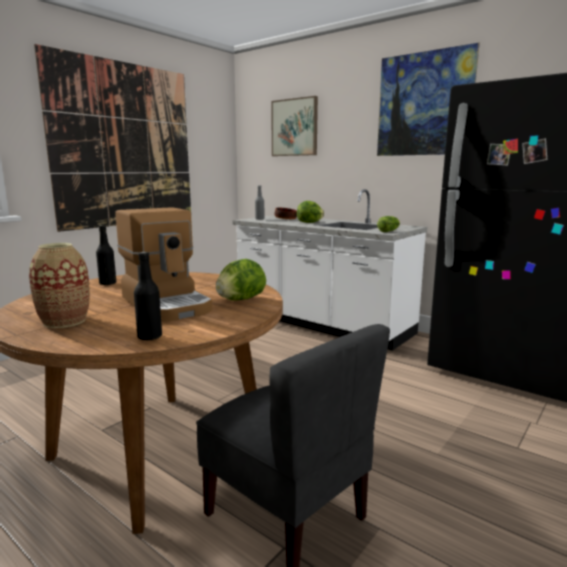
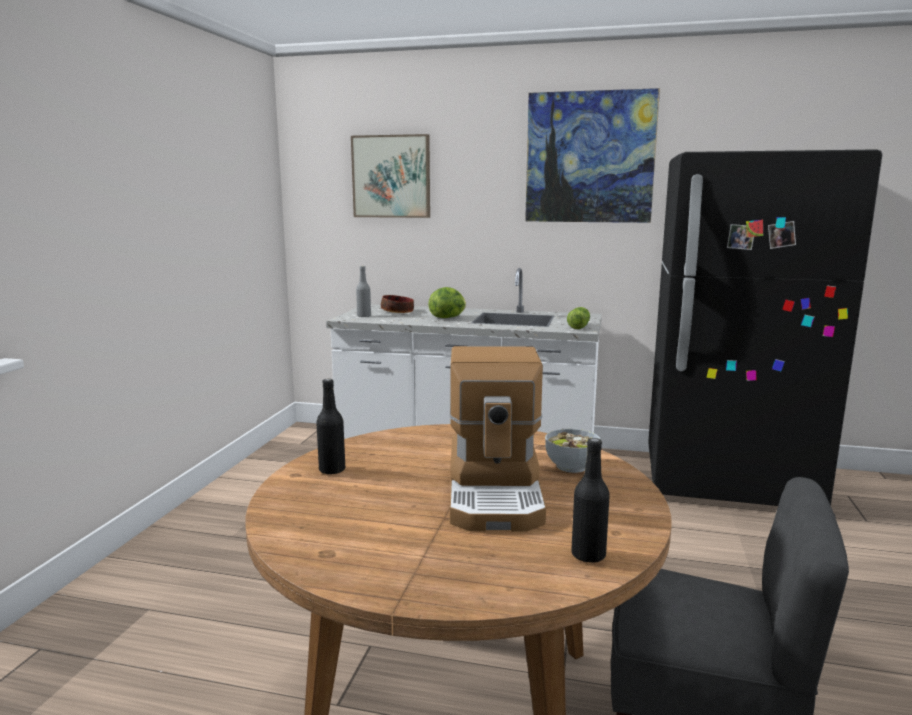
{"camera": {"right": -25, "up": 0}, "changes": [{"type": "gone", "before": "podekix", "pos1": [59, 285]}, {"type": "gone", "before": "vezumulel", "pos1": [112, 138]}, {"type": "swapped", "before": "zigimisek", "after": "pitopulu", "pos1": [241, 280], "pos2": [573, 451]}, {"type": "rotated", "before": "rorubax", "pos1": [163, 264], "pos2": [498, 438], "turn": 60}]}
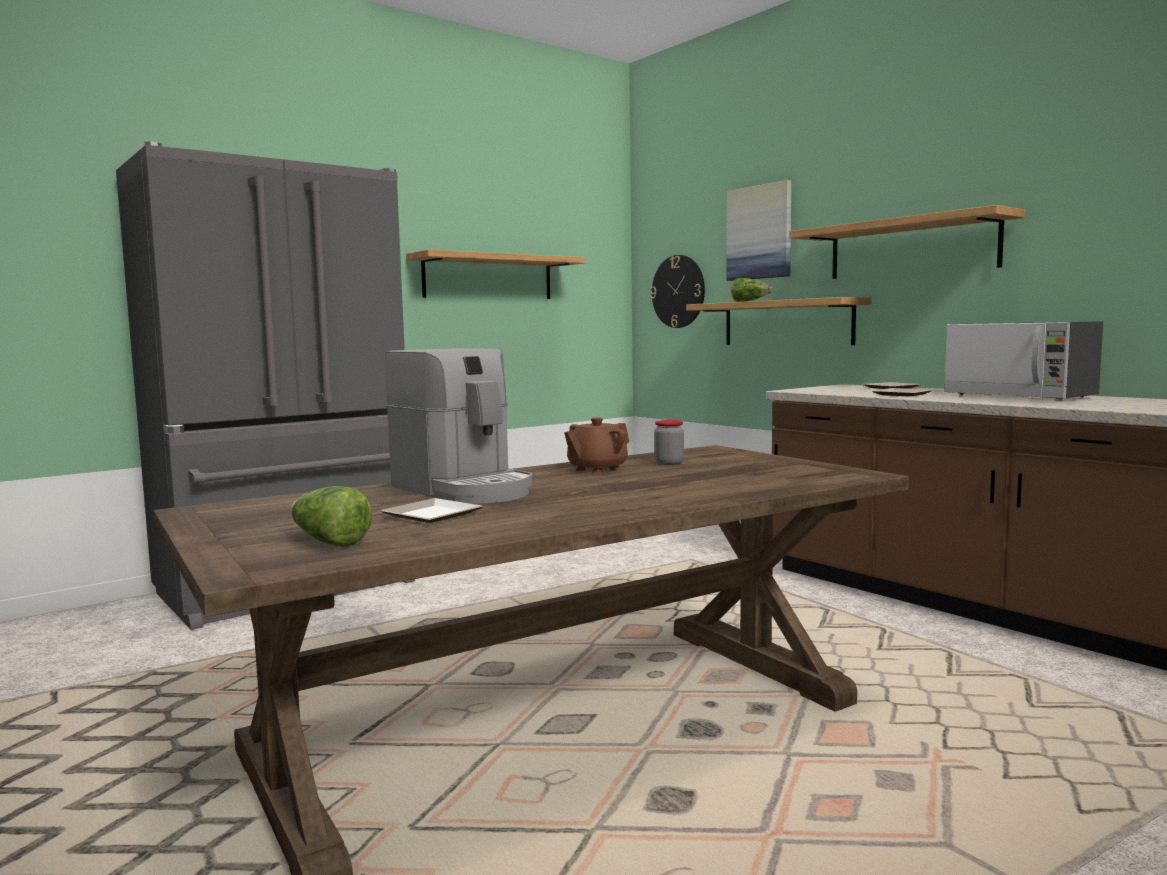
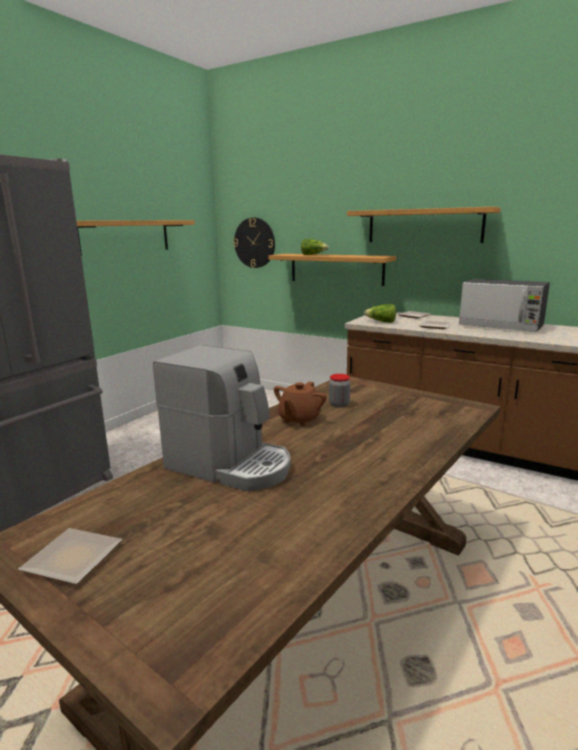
{"camera": {"right": -20, "up": 10}, "changes": [{"type": "gone", "before": "vezumulel", "pos1": [759, 230]}, {"type": "shifted", "before": "zigimisek", "pos1": [331, 516], "pos2": [380, 313]}, {"type": "shifted", "before": "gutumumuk", "pos1": [432, 510], "pos2": [70, 556]}]}
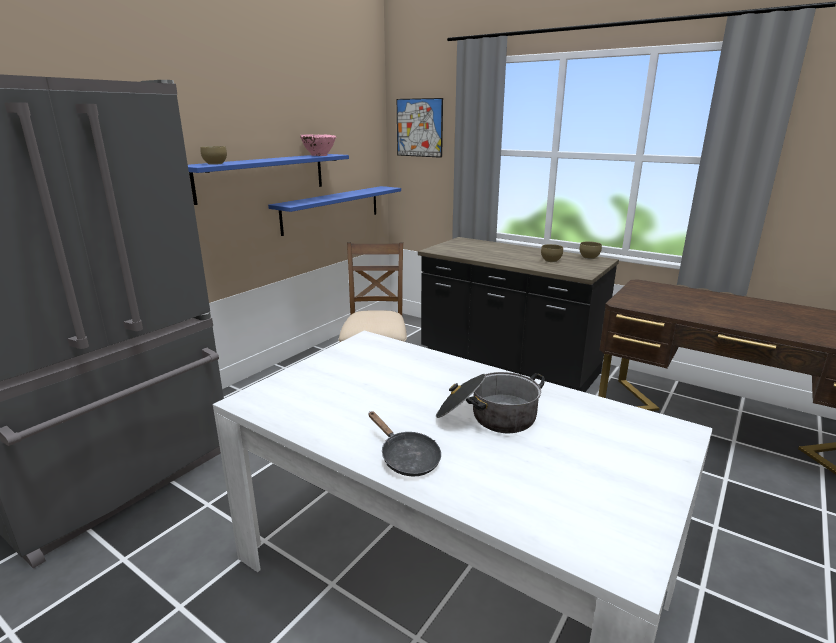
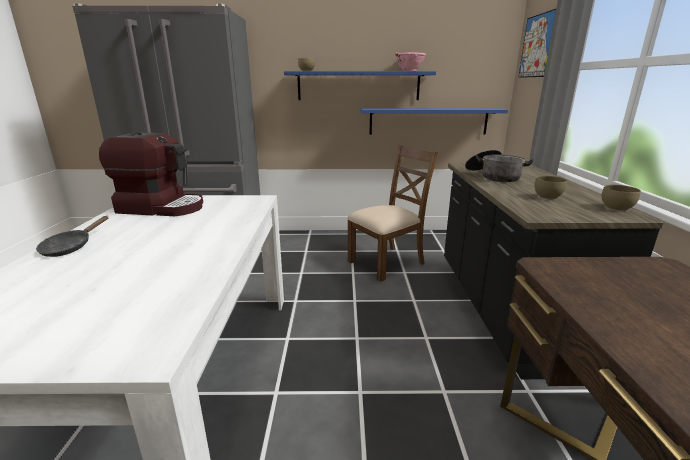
{"camera": {"right": 55, "up": 0}, "changes": [{"type": "new", "after": "rorubax", "pos2": [151, 174]}, {"type": "shifted", "before": "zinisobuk", "pos1": [490, 402], "pos2": [499, 166]}]}
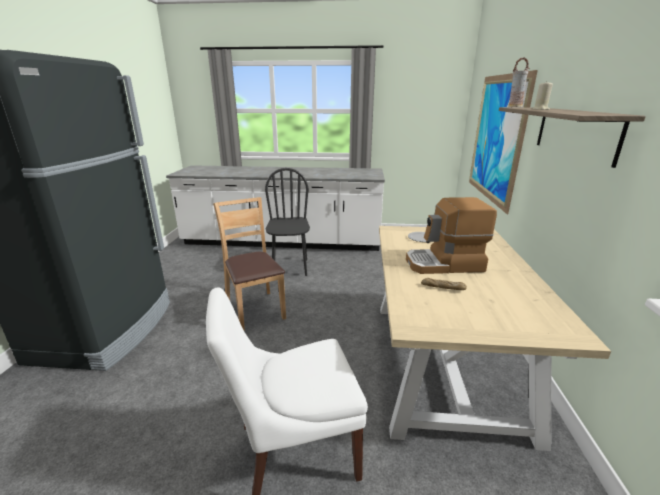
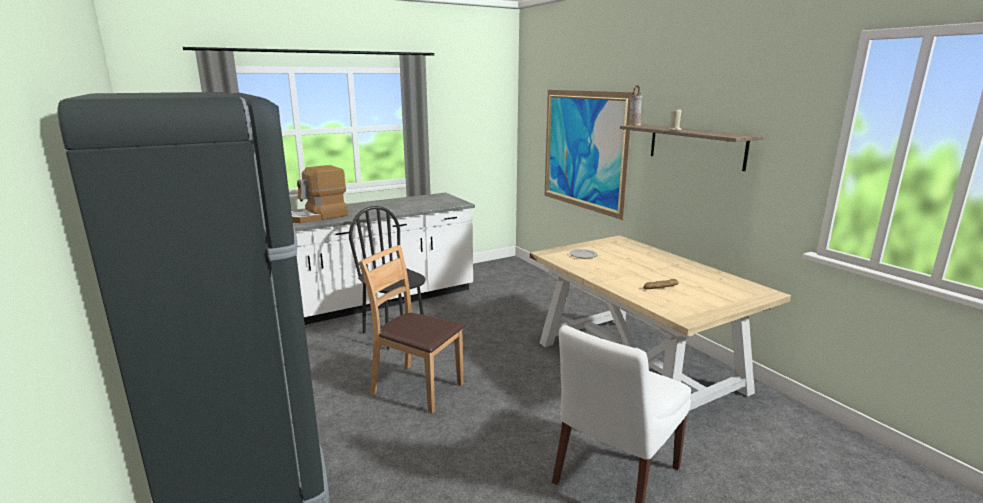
{"camera": {"right": -35, "up": -5}, "changes": [{"type": "shifted", "before": "rorubax", "pos1": [451, 235], "pos2": [319, 194]}]}
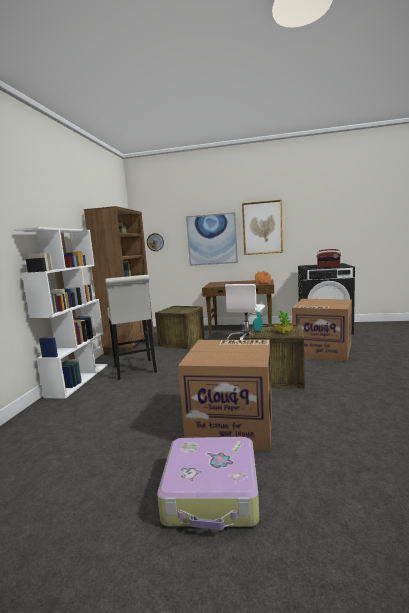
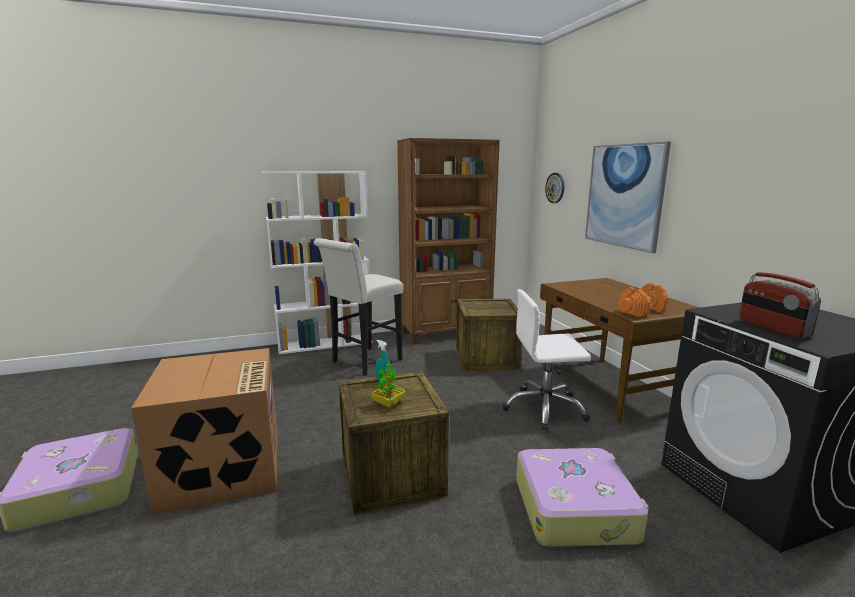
{"camera": {"right": 60, "up": 5}, "changes": [{"type": "gone", "before": "vezumulel", "pos1": [262, 227]}, {"type": "swapped", "before": "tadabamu", "after": "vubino", "pos1": [322, 330], "pos2": [582, 497]}]}
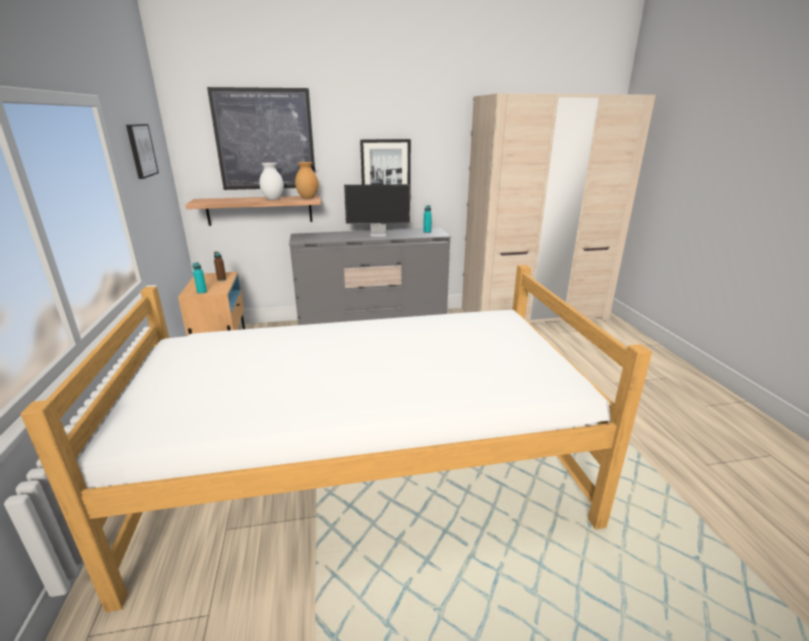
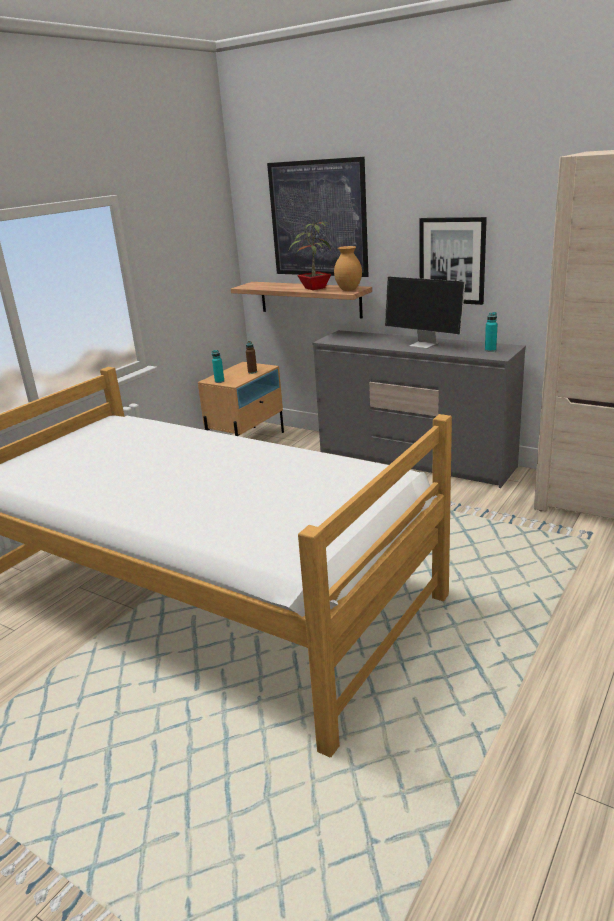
{"camera": {"right": 45, "up": 0}, "changes": [{"type": "gone", "before": "vezumulel", "pos1": [142, 151]}, {"type": "swapped", "before": "white podekix", "after": "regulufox", "pos1": [271, 181], "pos2": [310, 254]}]}
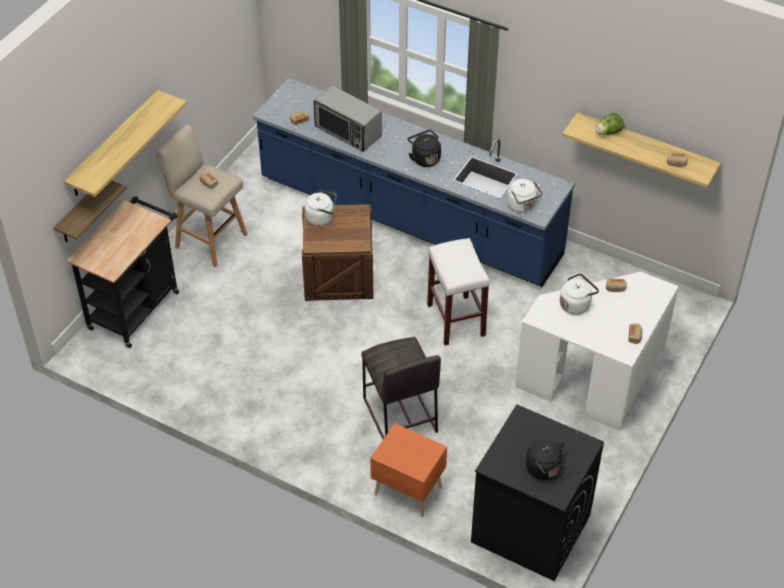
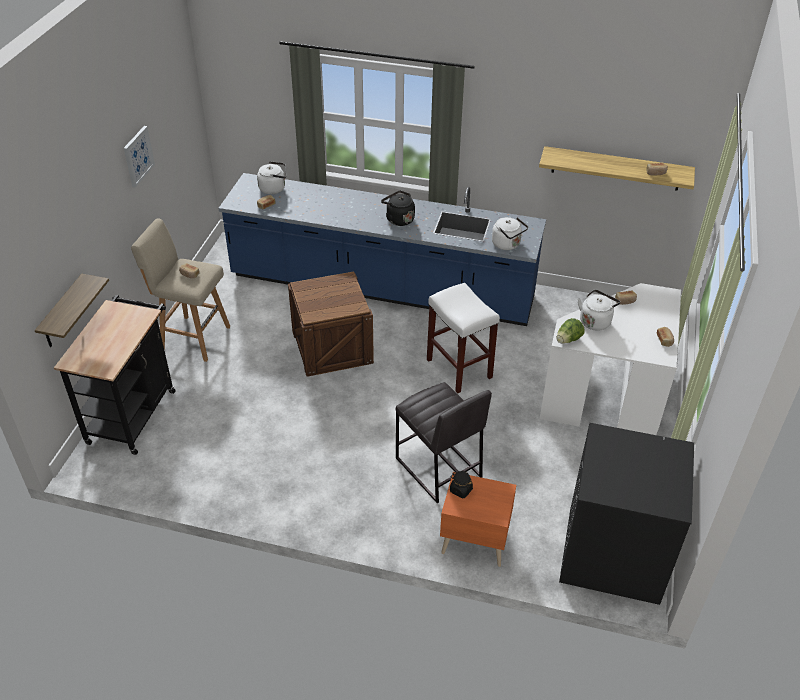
{"camera": {"right": -15, "up": -5}, "changes": [{"type": "gone", "before": "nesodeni", "pos1": [125, 143]}, {"type": "gone", "before": "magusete", "pos1": [347, 118]}, {"type": "gone", "before": "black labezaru", "pos1": [548, 459]}, {"type": "new", "after": "vezumulel", "pos2": [139, 156]}, {"type": "new", "after": "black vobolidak", "pos2": [461, 484]}, {"type": "shifted", "before": "white labezaru", "pos1": [320, 208], "pos2": [271, 177]}, {"type": "shifted", "before": "zigimisek", "pos1": [609, 124], "pos2": [570, 330]}]}
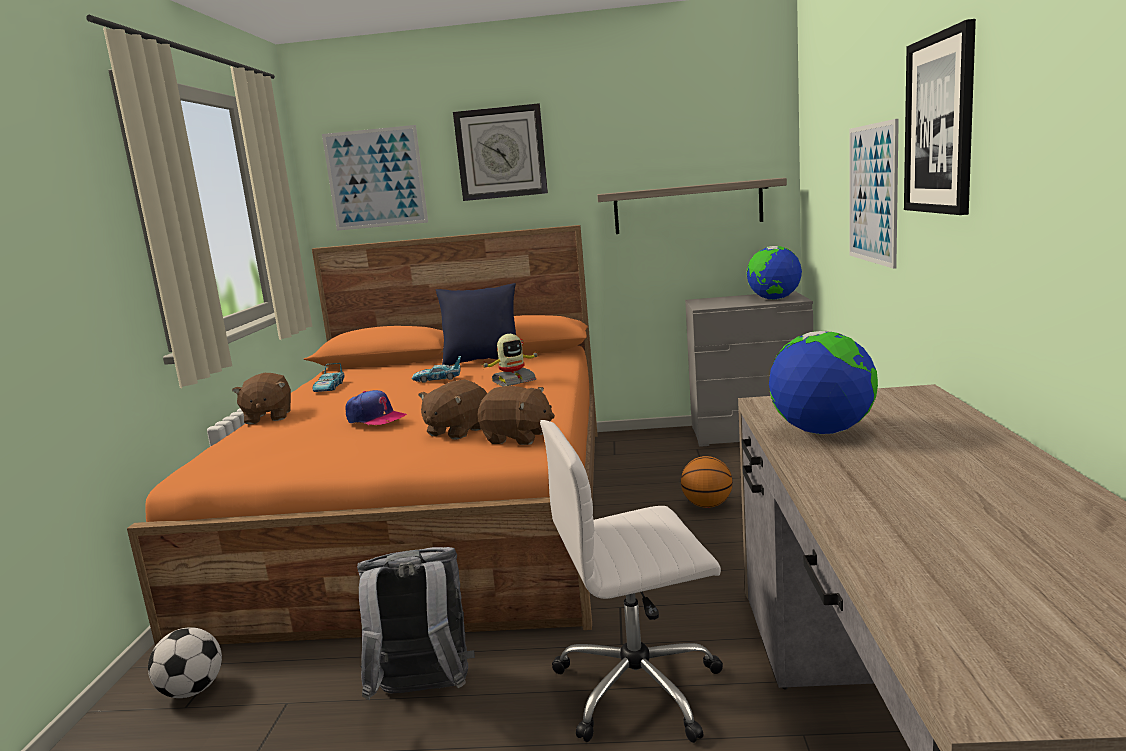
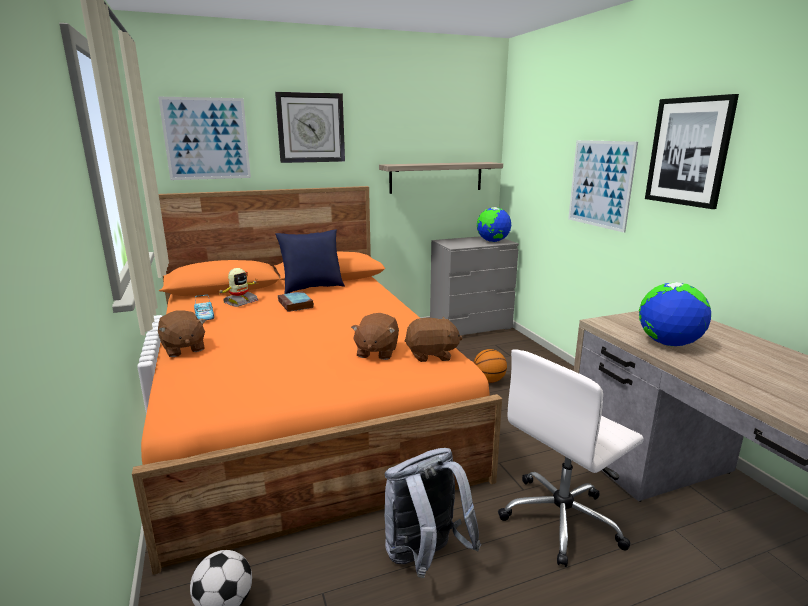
{"camera": {"right": -25, "up": 5}, "changes": [{"type": "gone", "before": "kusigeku", "pos1": [376, 407]}, {"type": "shifted", "before": "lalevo", "pos1": [509, 360], "pos2": [238, 287]}, {"type": "swapped", "before": "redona", "after": "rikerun", "pos1": [436, 369], "pos2": [296, 301]}]}
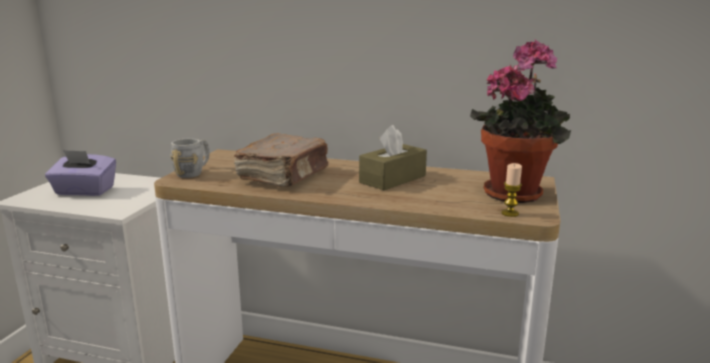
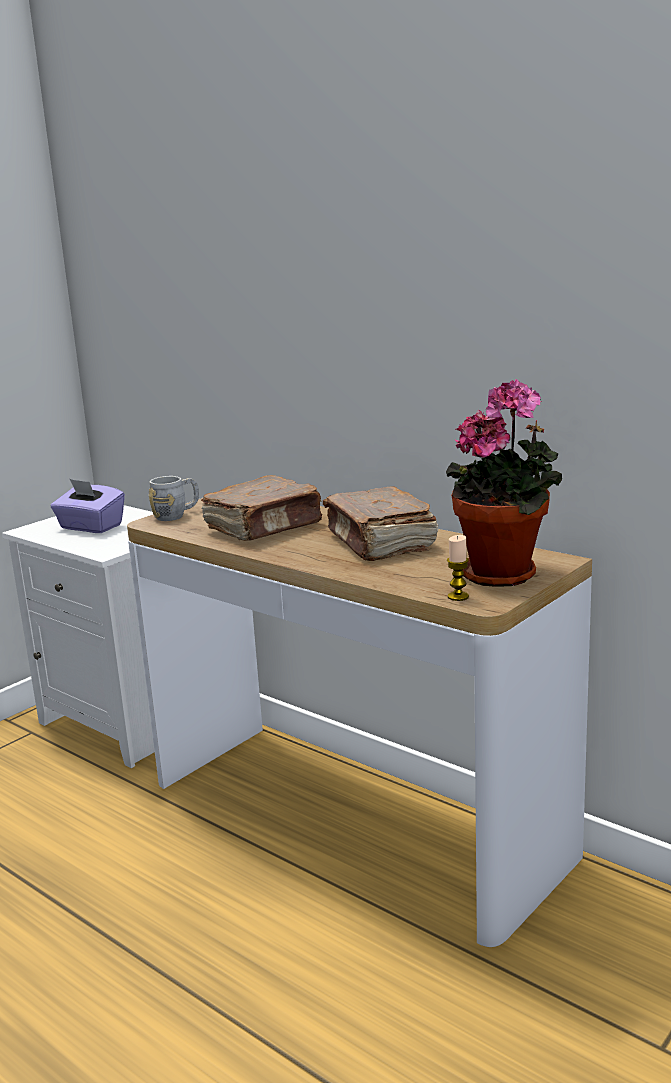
{"camera": {"right": 25, "up": 0}, "changes": [{"type": "swapped", "before": "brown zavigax", "after": "brown rikerun", "pos1": [393, 157], "pos2": [381, 523]}]}
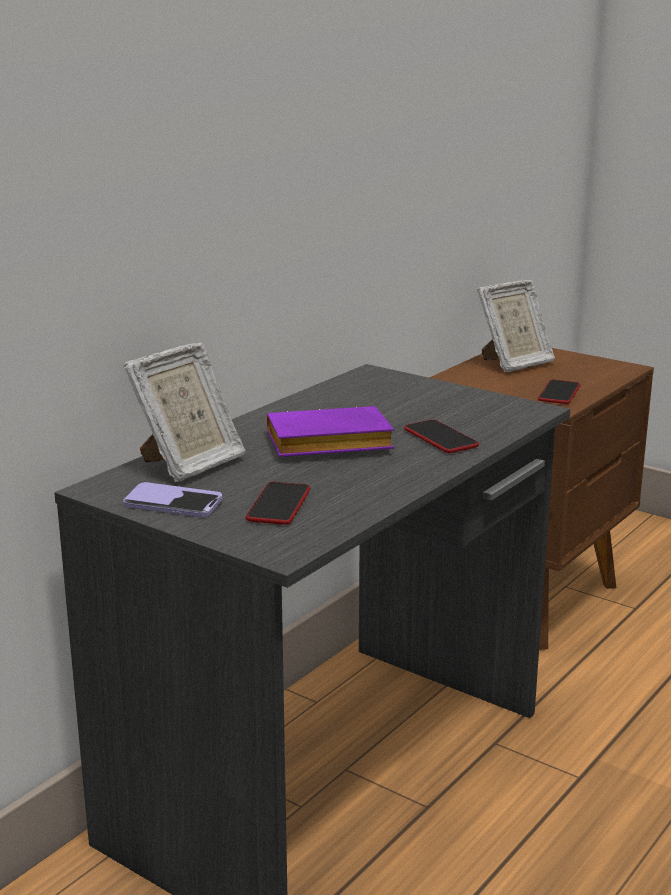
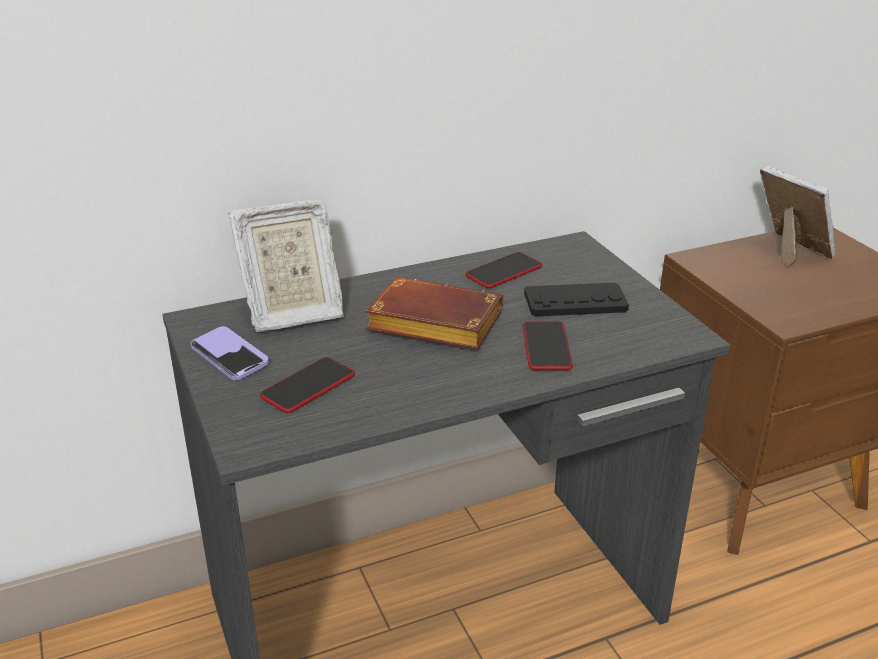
{"camera": {"right": 30, "up": 10}, "changes": [{"type": "new", "after": "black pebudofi", "pos2": [576, 300]}, {"type": "shifted", "before": "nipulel", "pos1": [559, 392], "pos2": [503, 270]}, {"type": "repainted", "before": "purple rikerun", "after": "brown rikerun", "pos1": [330, 431], "pos2": [434, 313]}, {"type": "rotated", "before": "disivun", "pos1": [516, 326], "pos2": [797, 216], "turn": -120}]}
